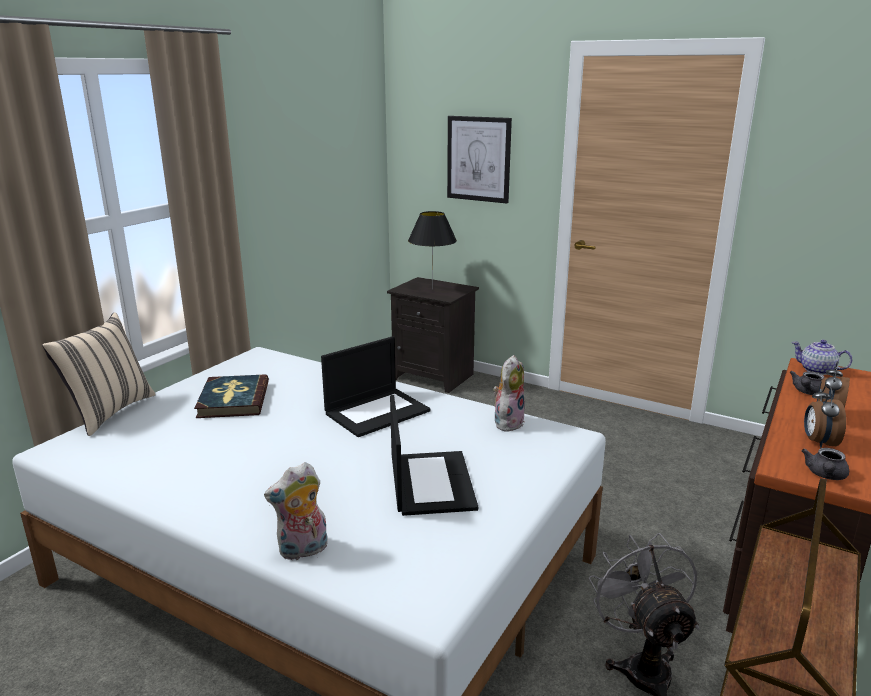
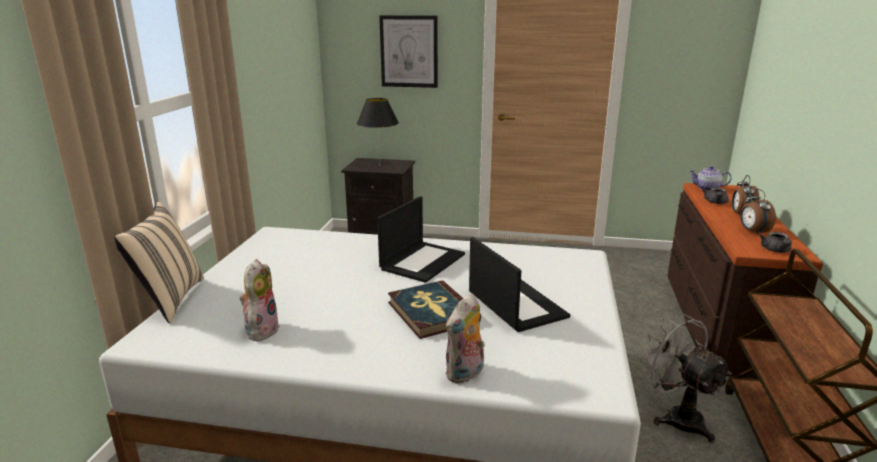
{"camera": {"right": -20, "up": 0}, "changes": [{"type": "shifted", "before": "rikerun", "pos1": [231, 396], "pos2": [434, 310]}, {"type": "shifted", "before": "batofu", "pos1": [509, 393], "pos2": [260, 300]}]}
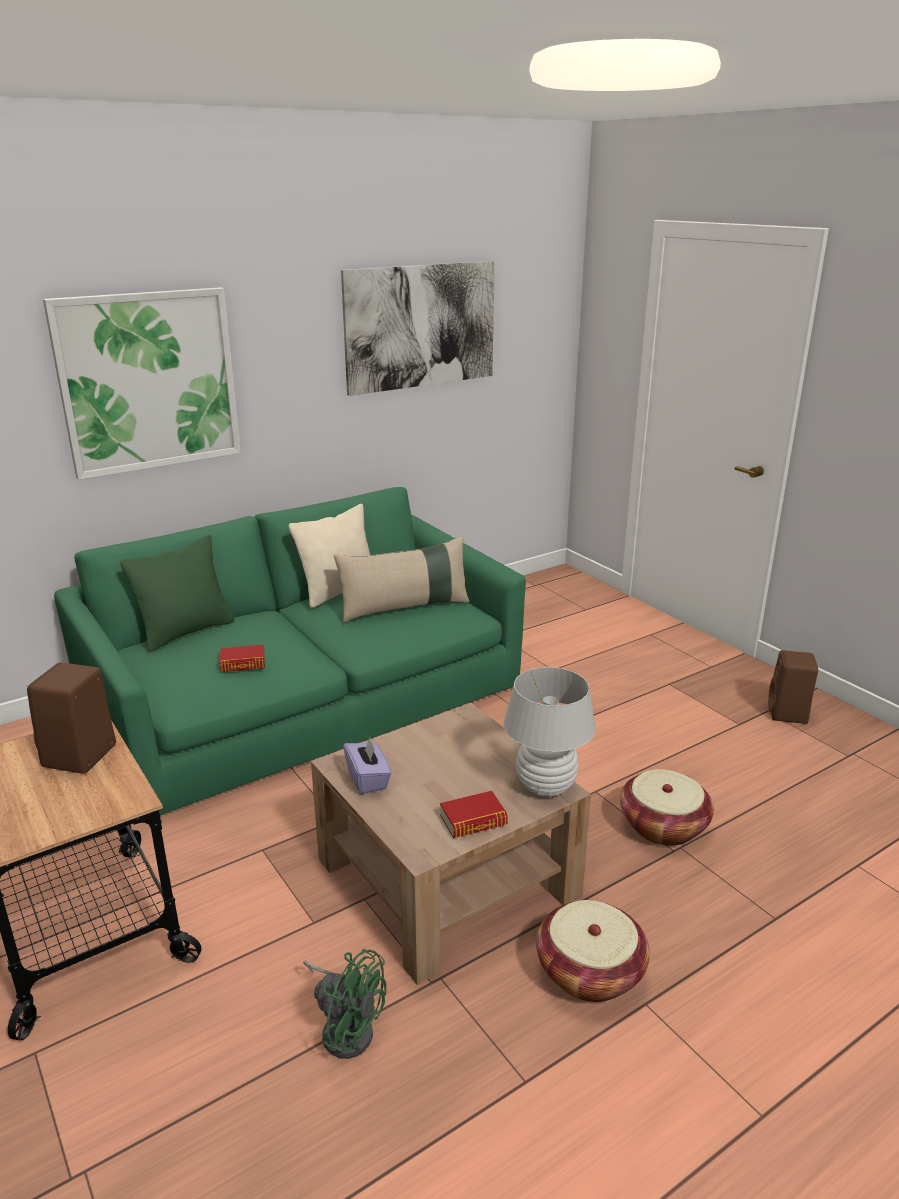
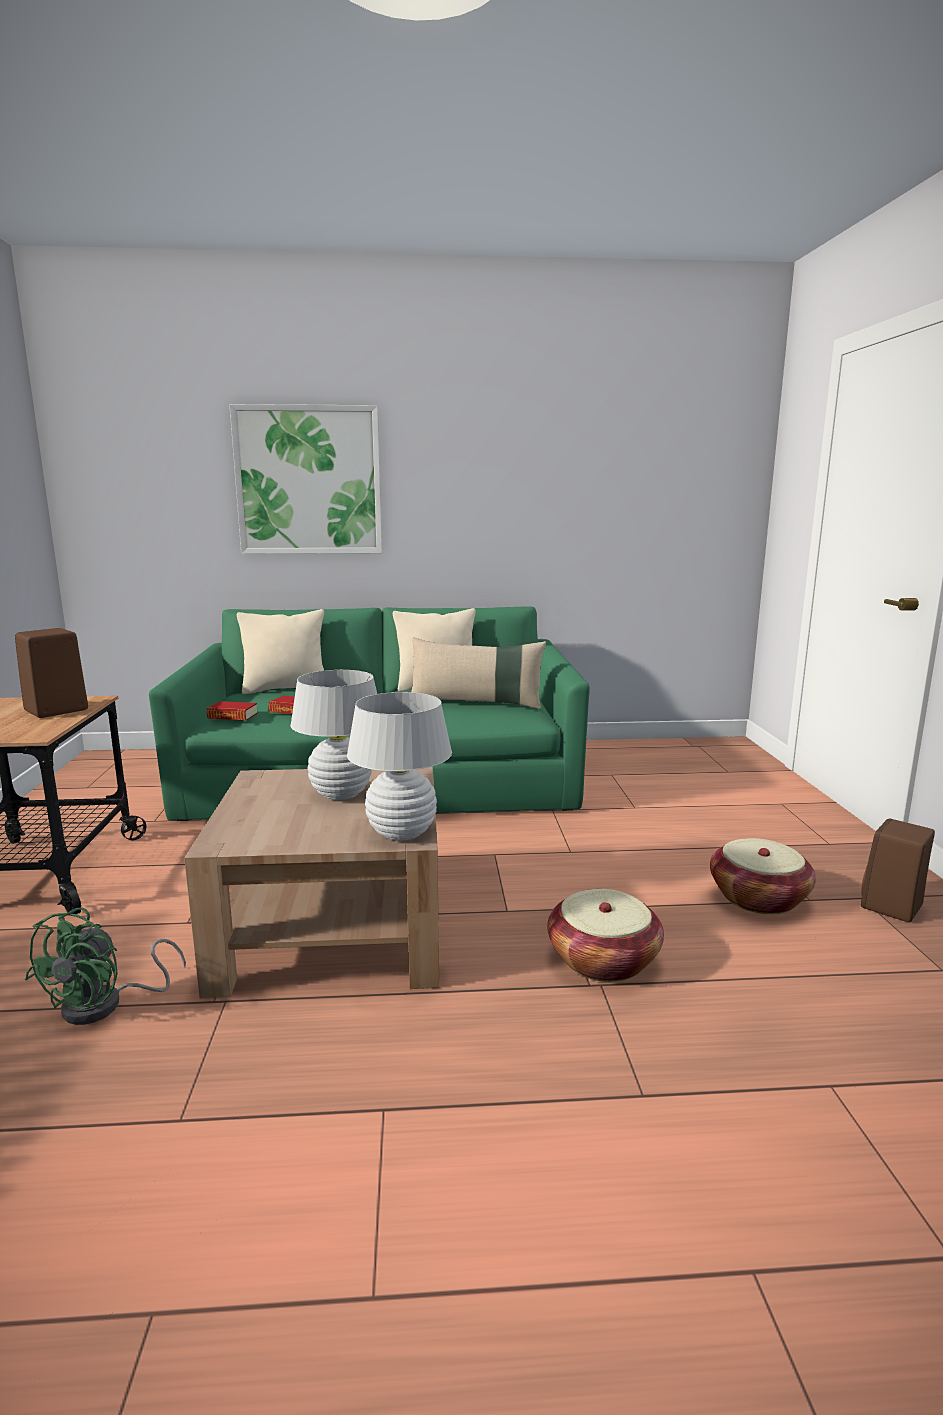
{"camera": {"right": 30, "up": -10}, "changes": [{"type": "gone", "before": "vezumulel", "pos1": [418, 328]}, {"type": "gone", "before": "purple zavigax", "pos1": [367, 765]}, {"type": "new", "after": "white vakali", "pos2": [333, 735]}, {"type": "shifted", "before": "rikerun", "pos1": [474, 814], "pos2": [232, 711]}, {"type": "shifted", "before": "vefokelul", "pos1": [593, 951], "pos2": [763, 876]}, {"type": "repainted", "before": "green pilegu", "after": "beige pilegu", "pos1": [177, 593], "pos2": [280, 651]}, {"type": "rotated", "before": "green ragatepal", "pos1": [344, 1004], "pos2": [105, 966], "turn": 45}]}
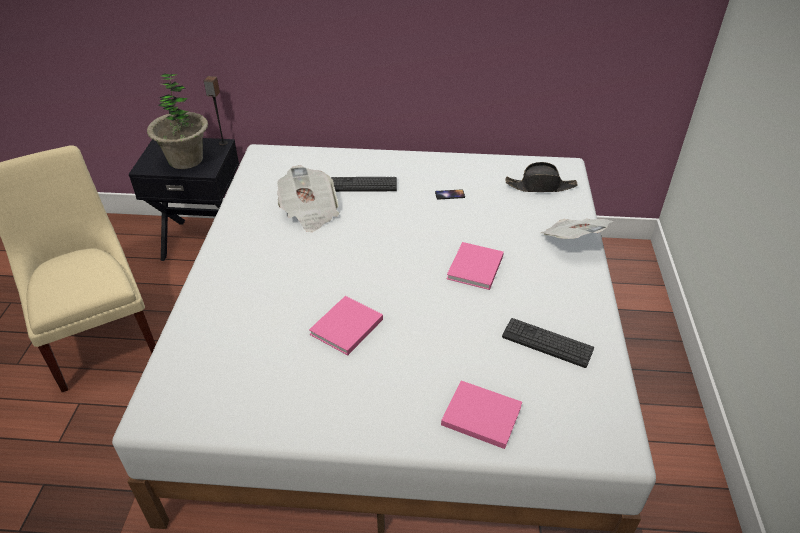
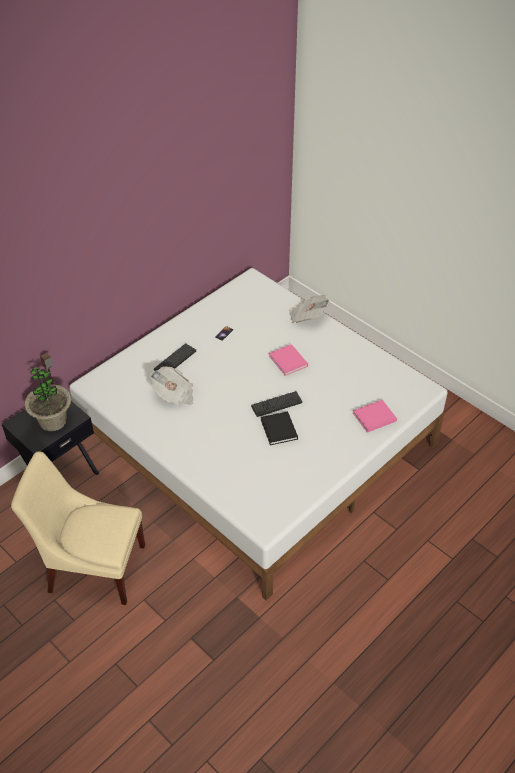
{"camera": {"right": -50, "up": 5}, "changes": [{"type": "gone", "before": "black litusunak", "pos1": [541, 177]}, {"type": "shifted", "before": "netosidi", "pos1": [548, 343], "pos2": [276, 404]}, {"type": "repainted", "before": "pink rikerun", "after": "black rikerun", "pos1": [346, 325], "pos2": [279, 428]}]}
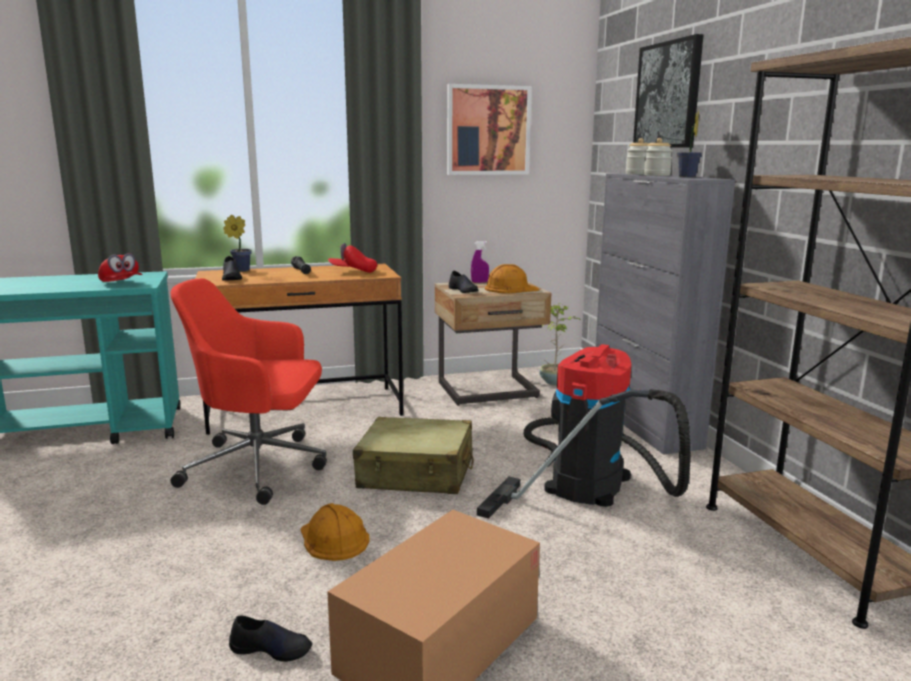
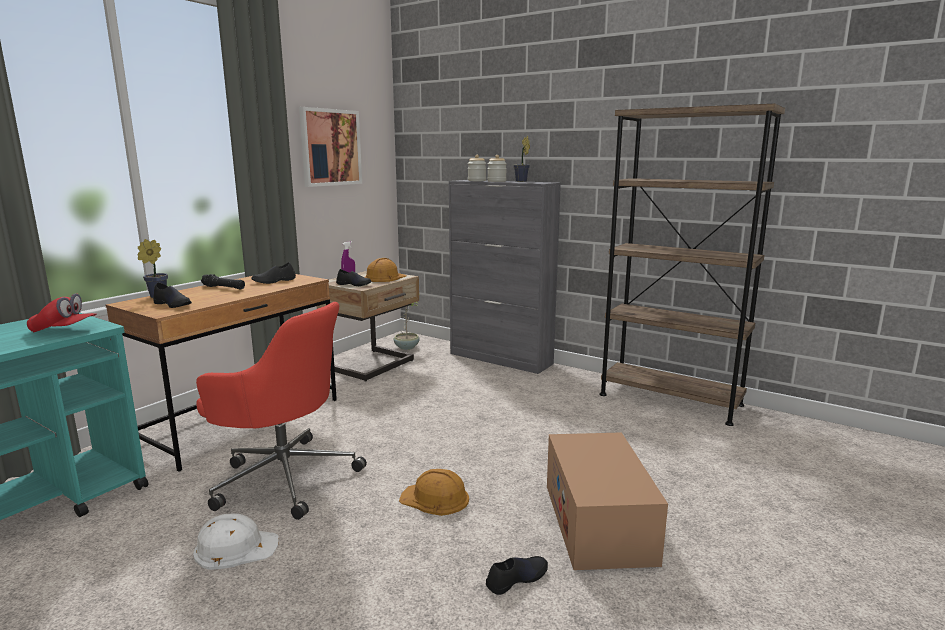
{"camera": {"right": -40, "up": 0}, "changes": [{"type": "gone", "before": "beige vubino", "pos1": [413, 455]}, {"type": "gone", "before": "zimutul", "pos1": [584, 431]}, {"type": "gone", "before": "vezumulel", "pos1": [668, 91]}, {"type": "new", "after": "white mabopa", "pos2": [236, 541]}, {"type": "swapped", "before": "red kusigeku", "after": "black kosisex", "pos1": [352, 258], "pos2": [273, 273]}, {"type": "rotated", "before": "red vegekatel", "pos1": [248, 391], "pos2": [281, 411], "turn": -120}]}
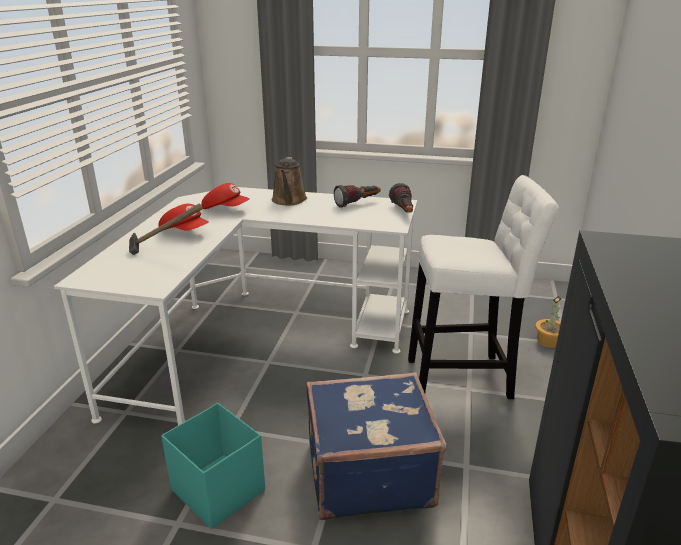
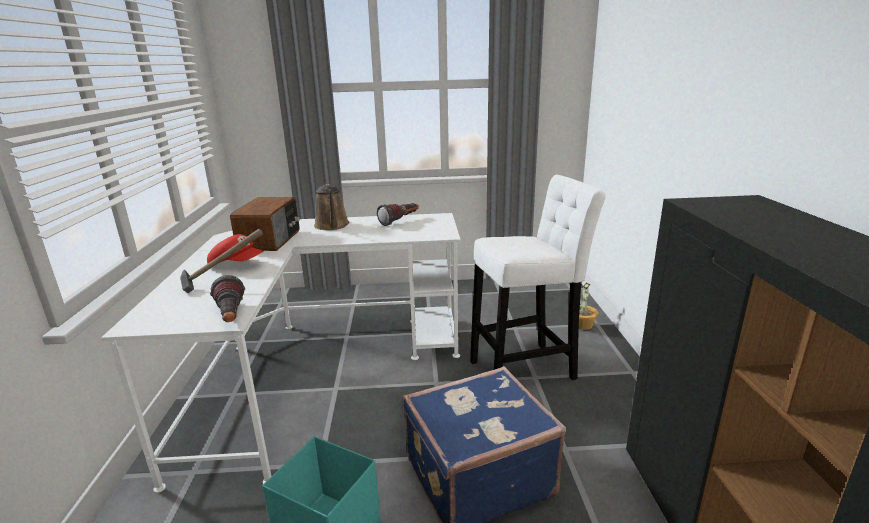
{"camera": {"right": -15, "up": -5}, "changes": [{"type": "shifted", "before": "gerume", "pos1": [401, 198], "pos2": [227, 298]}, {"type": "swapped", "before": "red kusigeku", "after": "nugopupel", "pos1": [225, 196], "pos2": [265, 224]}]}
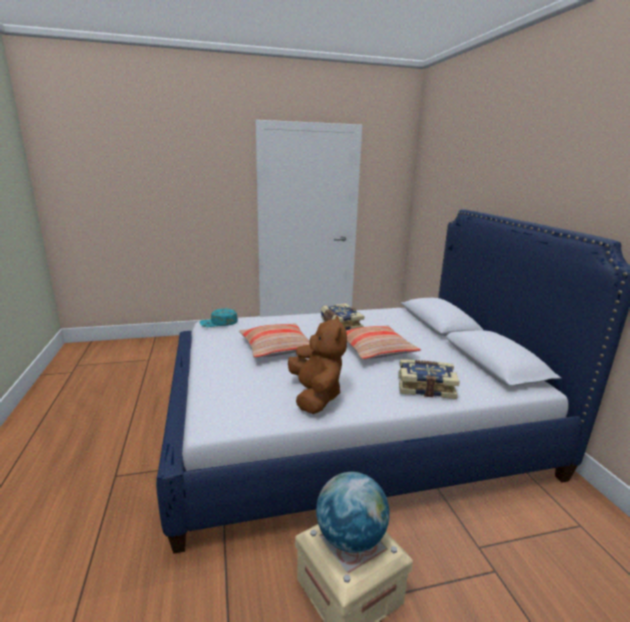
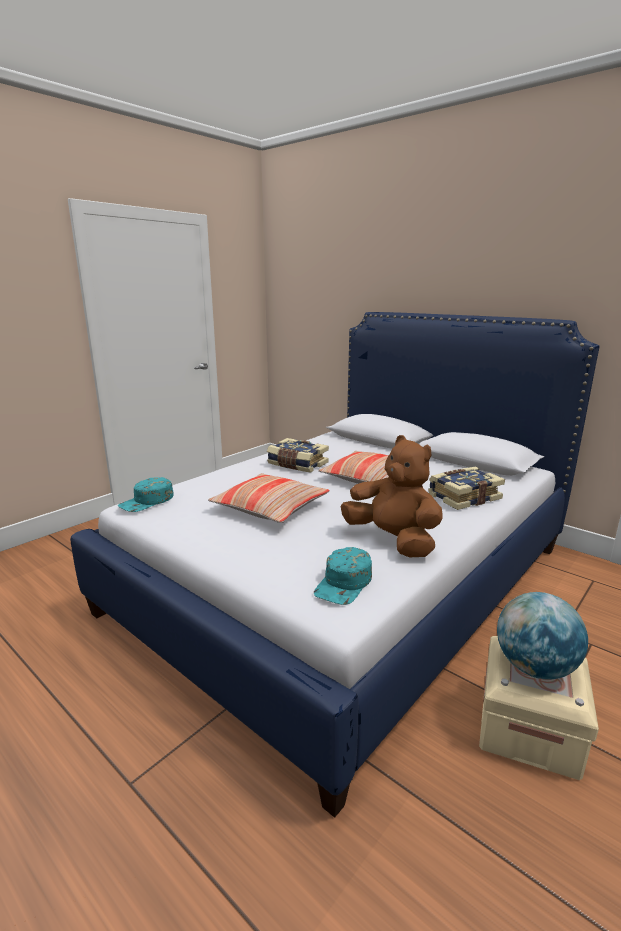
{"camera": {"right": -35, "up": 0}, "changes": [{"type": "new", "after": "turquoise kusigeku", "pos2": [343, 576]}]}
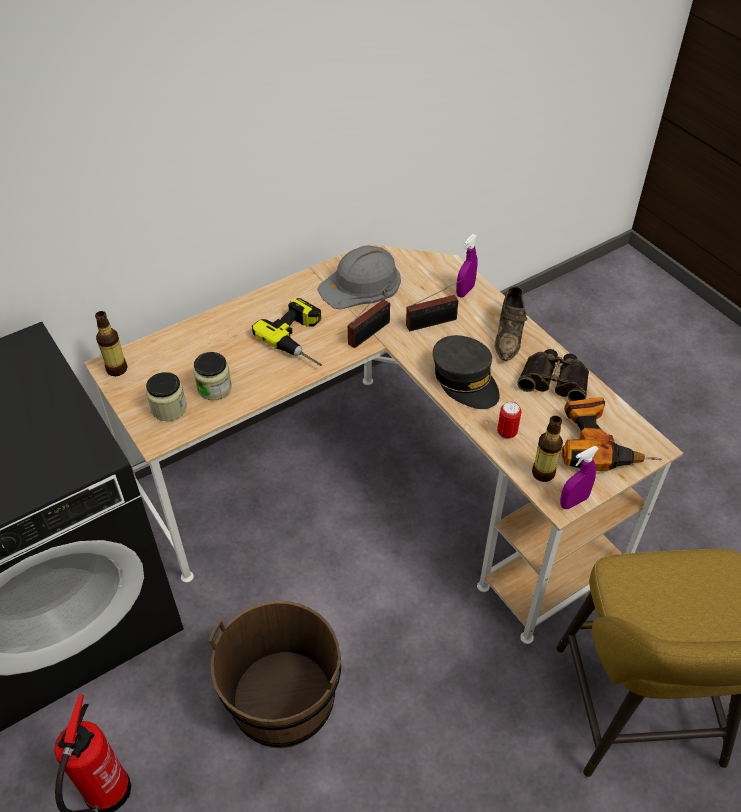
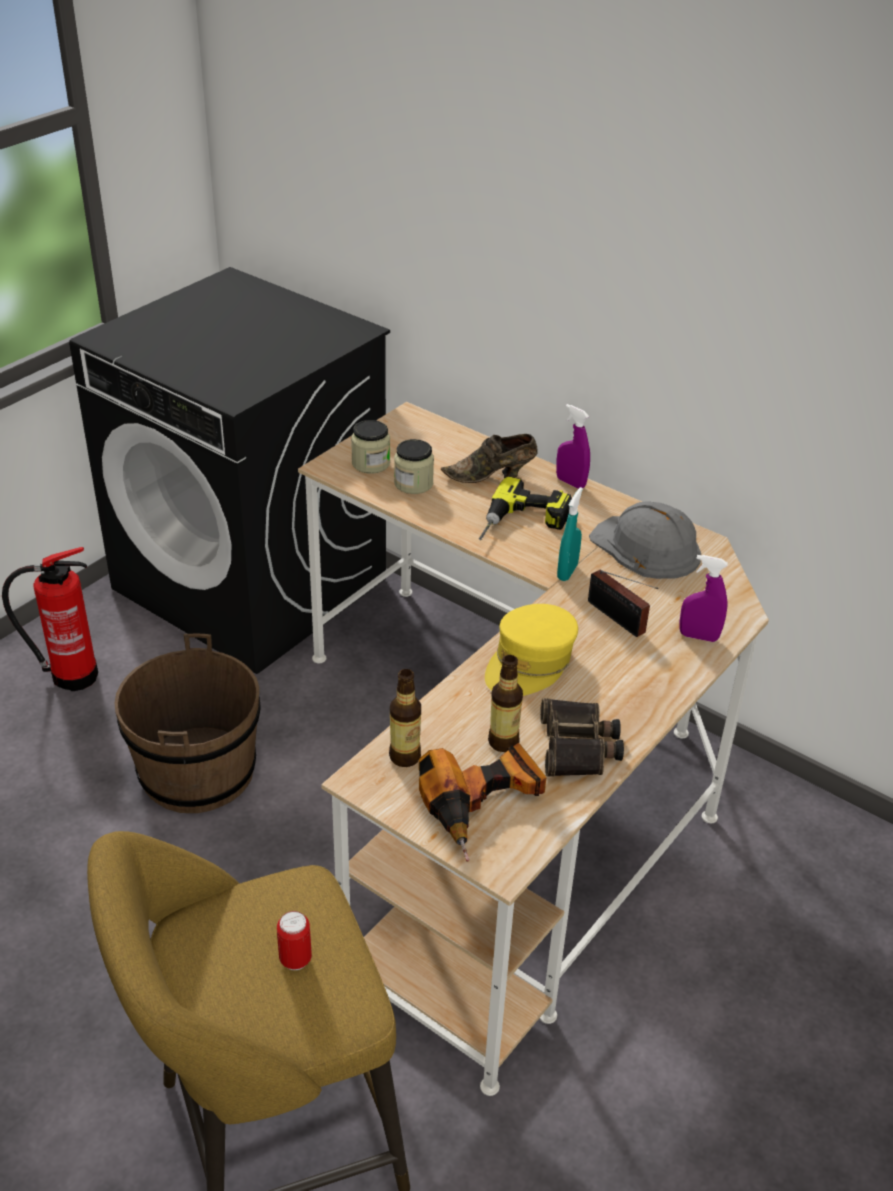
{"camera": {"right": 70, "up": -10}, "changes": [{"type": "shifted", "before": "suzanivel", "pos1": [111, 343], "pos2": [505, 703]}, {"type": "shifted", "before": "brown kosisex", "pos1": [511, 323], "pos2": [489, 458]}, {"type": "shifted", "before": "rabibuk", "pos1": [509, 420], "pos2": [294, 940]}, {"type": "shifted", "before": "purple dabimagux", "pos1": [579, 477], "pos2": [573, 446]}, {"type": "swapped", "before": "nugopupel", "after": "turquoise dabimagux", "pos1": [369, 315], "pos2": [570, 534]}, {"type": "repainted", "before": "grey kusigeku", "after": "yellow kusigeku", "pos1": [466, 372], "pos2": [531, 650]}]}
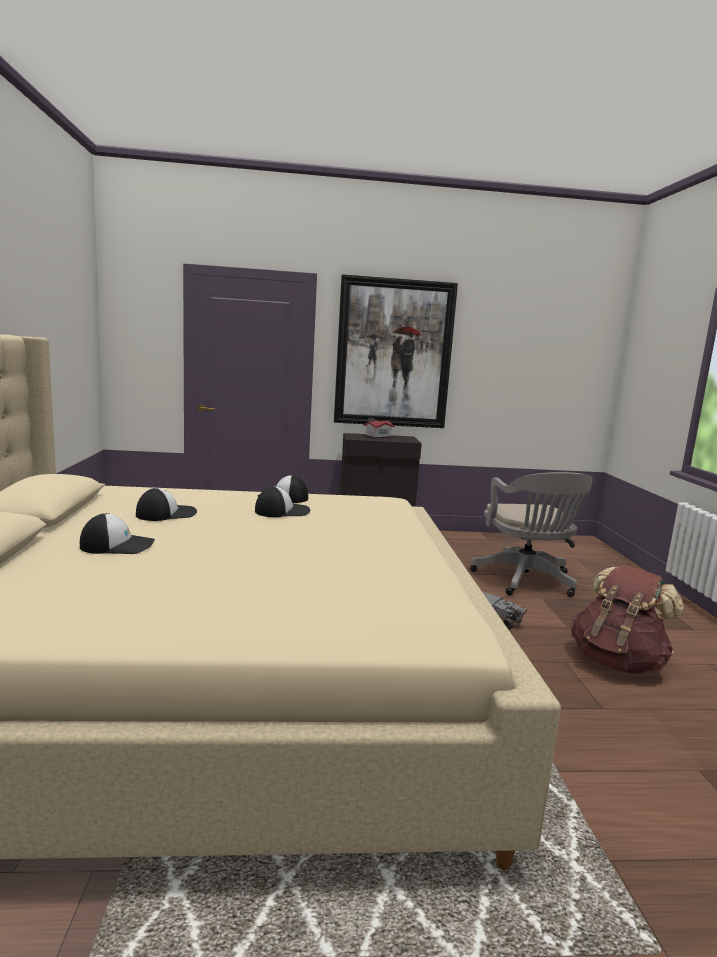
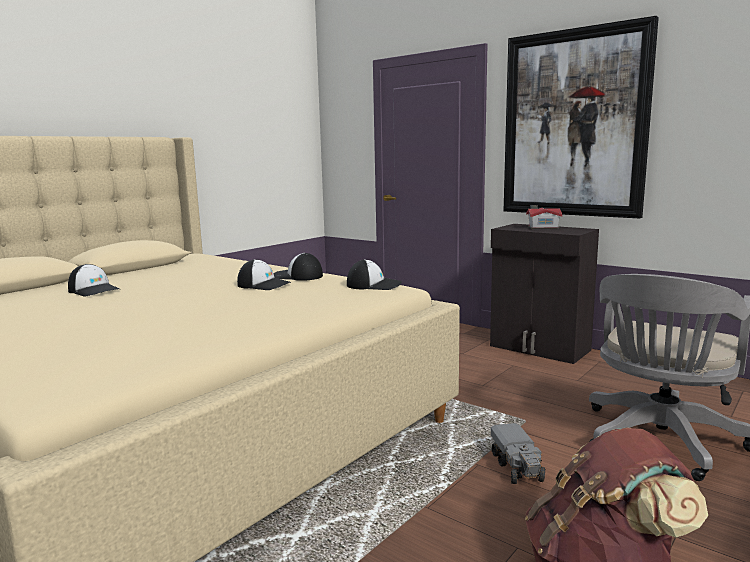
{"camera": {"right": 45, "up": 0}, "changes": [{"type": "shifted", "before": "kusigeku", "pos1": [166, 504], "pos2": [374, 274]}]}
